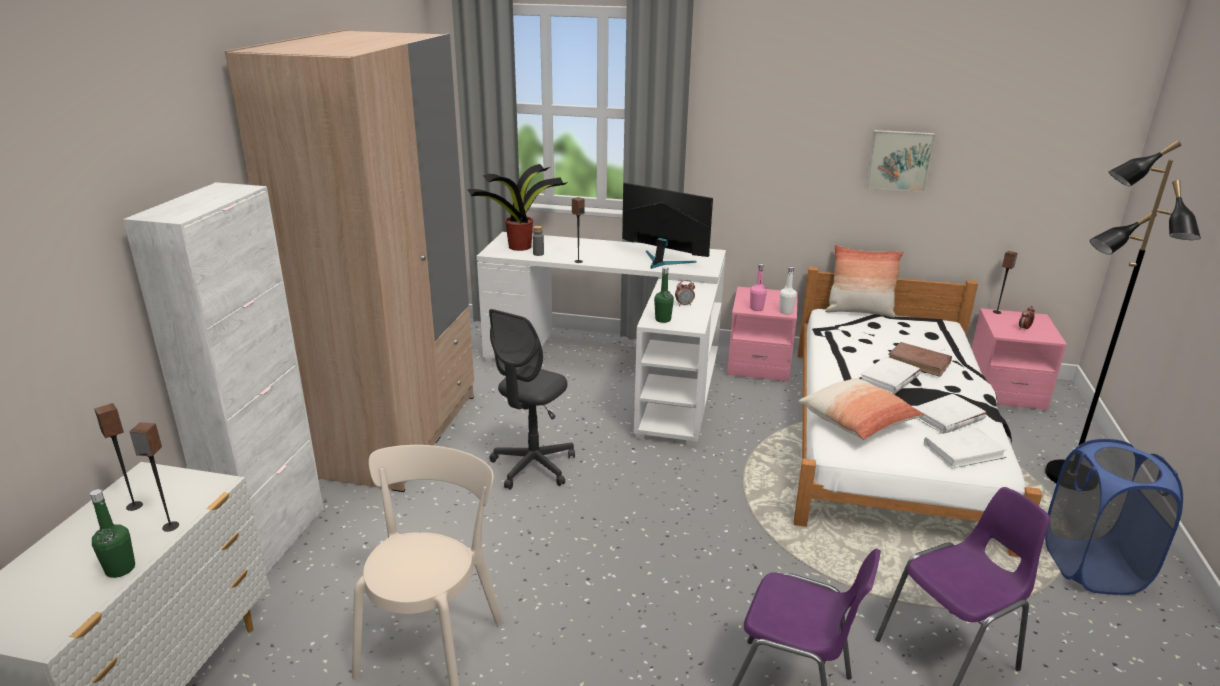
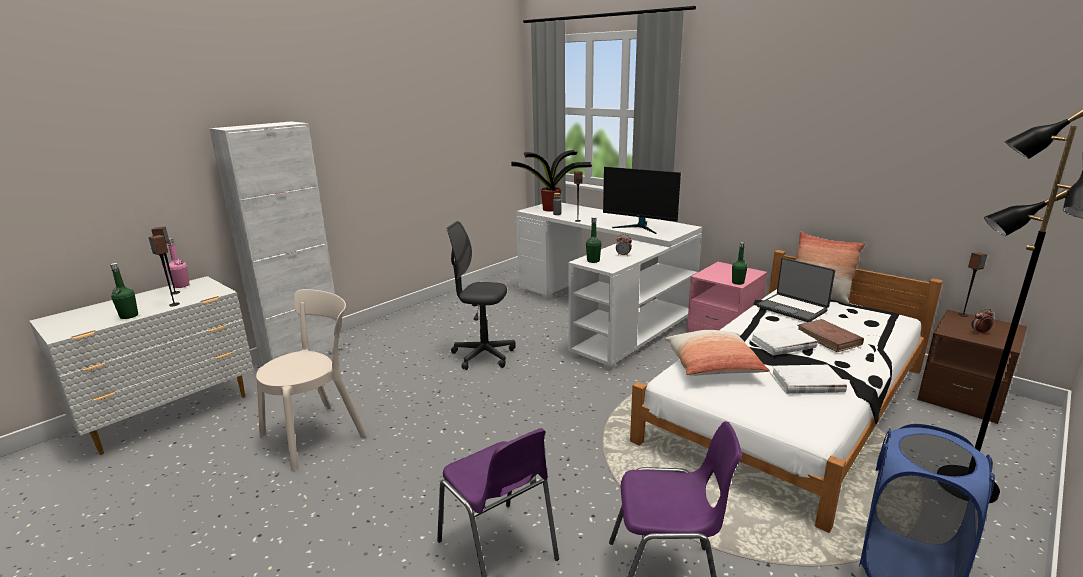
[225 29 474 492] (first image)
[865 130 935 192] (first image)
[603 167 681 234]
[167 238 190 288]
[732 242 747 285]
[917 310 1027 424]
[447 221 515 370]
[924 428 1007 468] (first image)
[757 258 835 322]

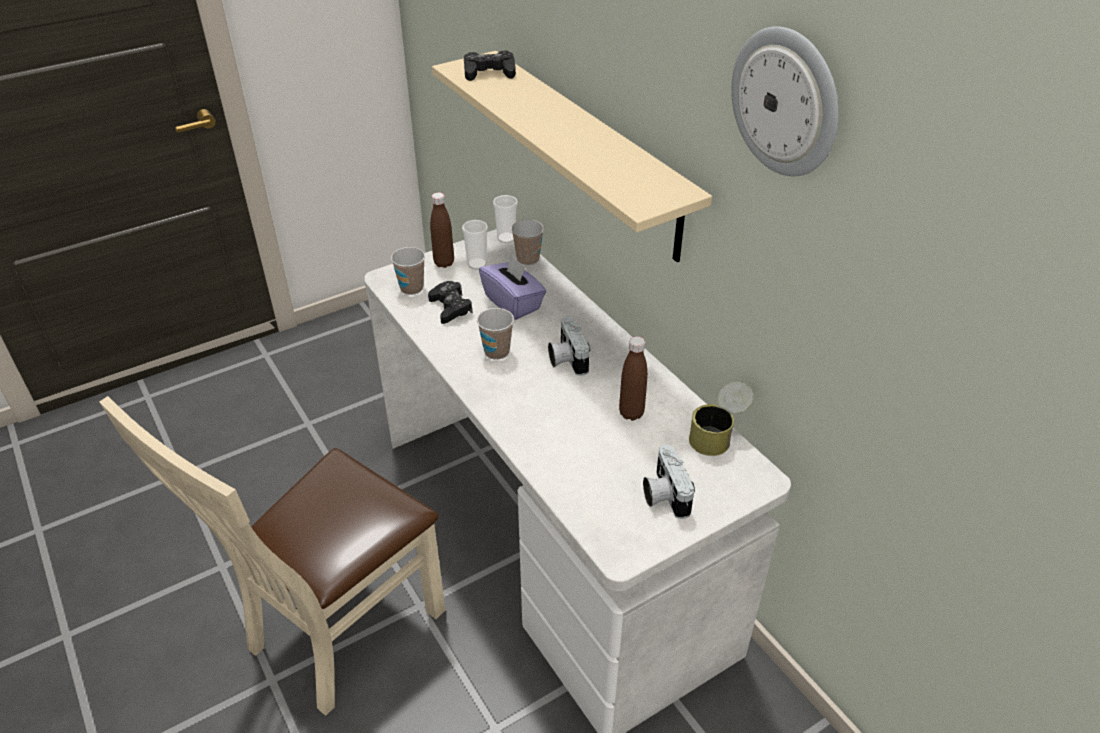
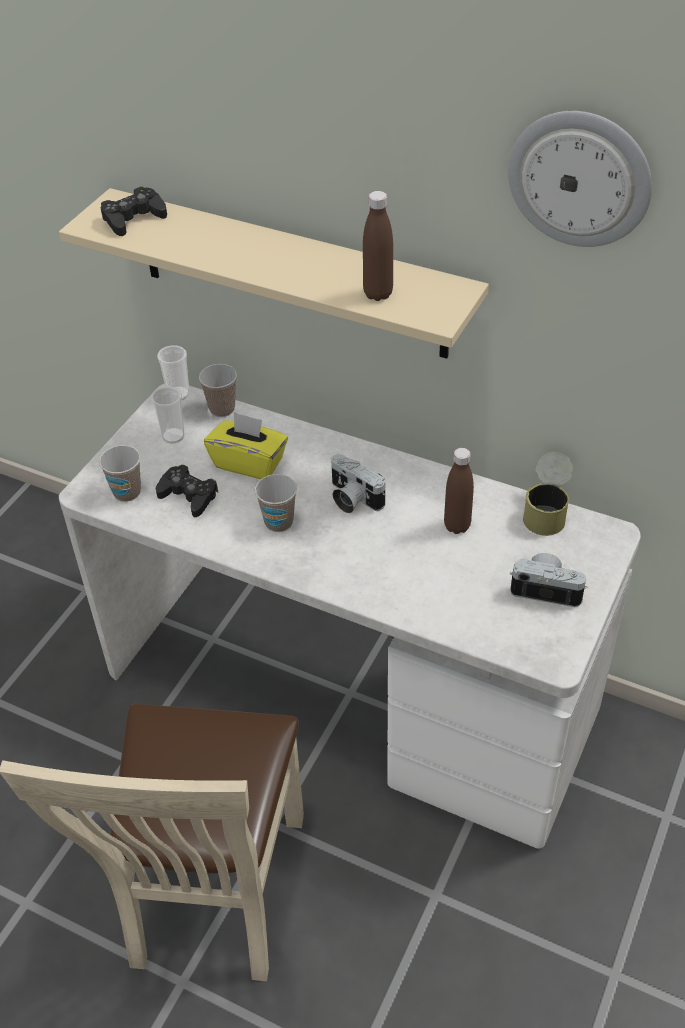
[363 191 393 301]
[204 412 288 479]
[510 553 588 607]

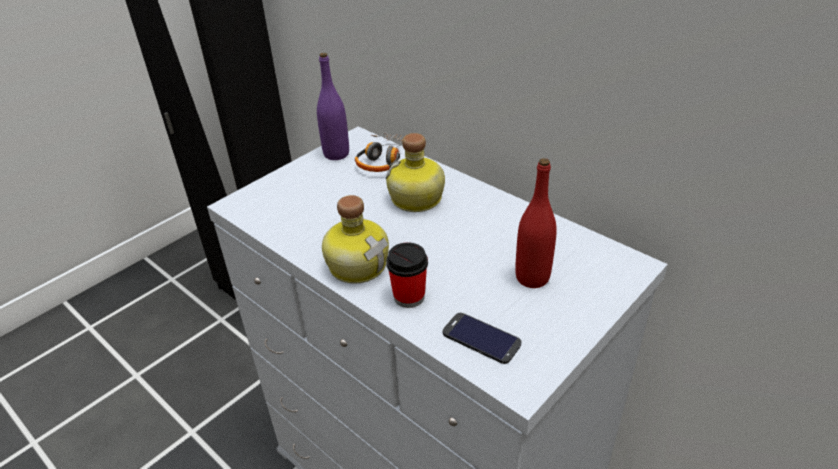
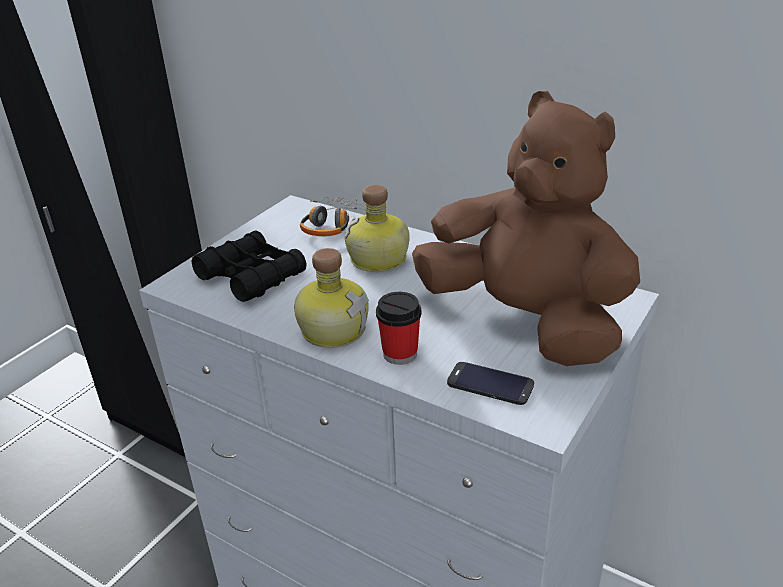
[317 53 349 160] (first image)
[412 91 640 366]
[191 230 307 302]

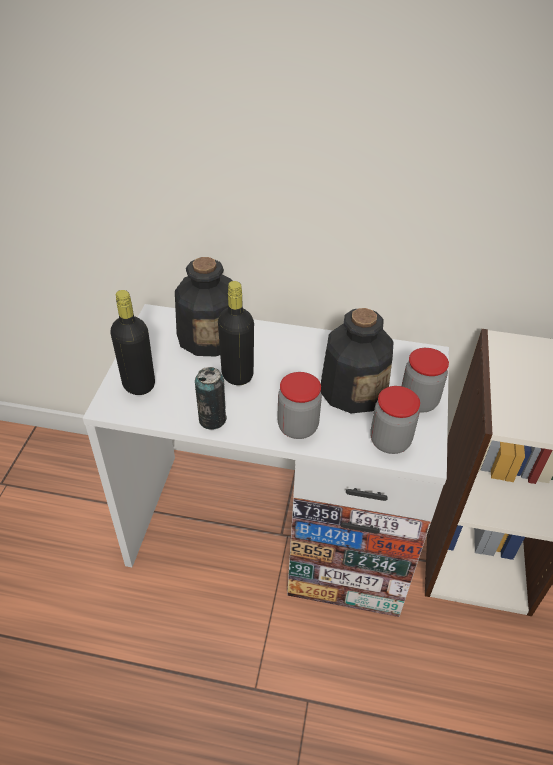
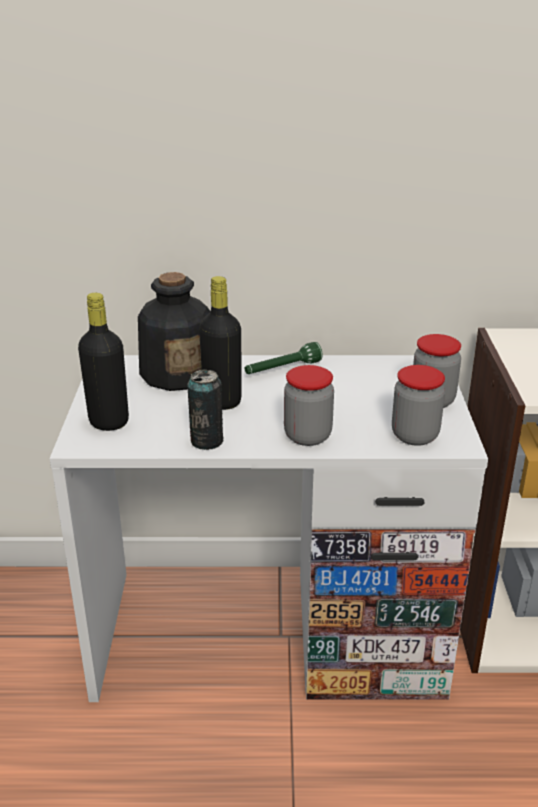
[321 308 393 414] (first image)
[245 342 323 374]

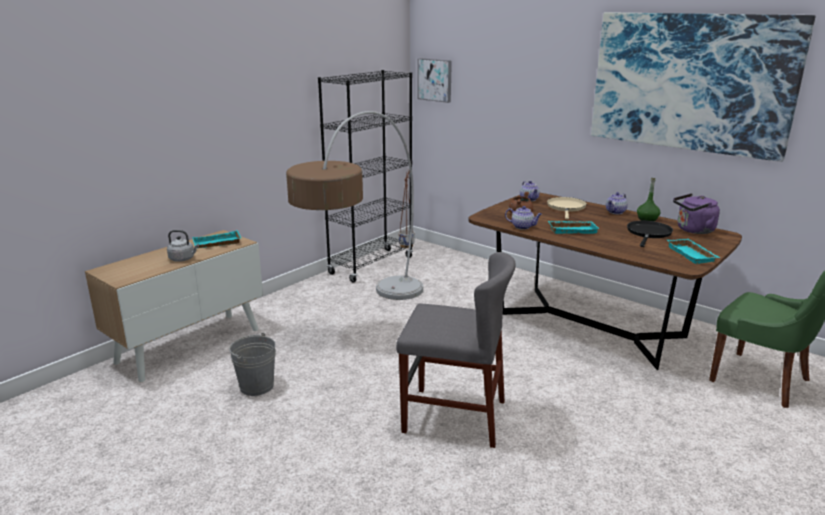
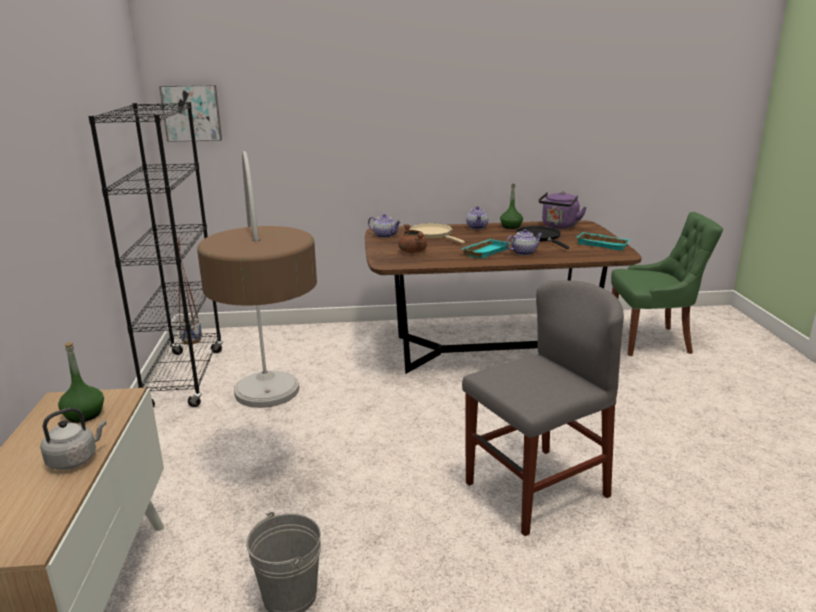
[591 12 816 162] (first image)
[506 229 543 255]
[58 342 104 423]

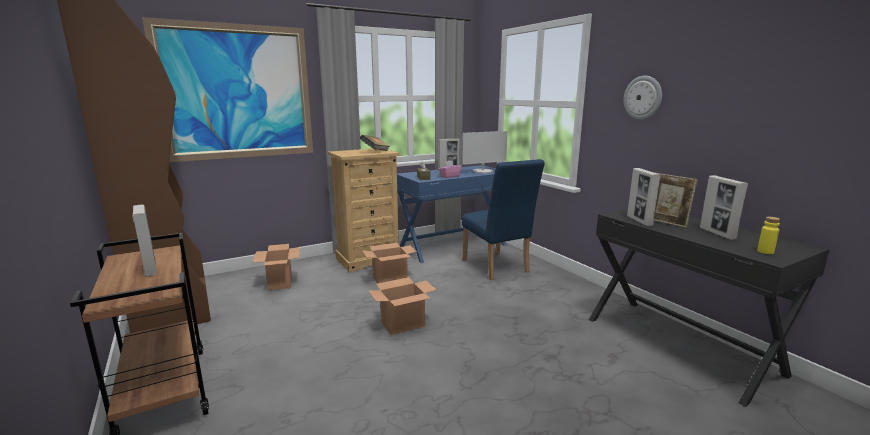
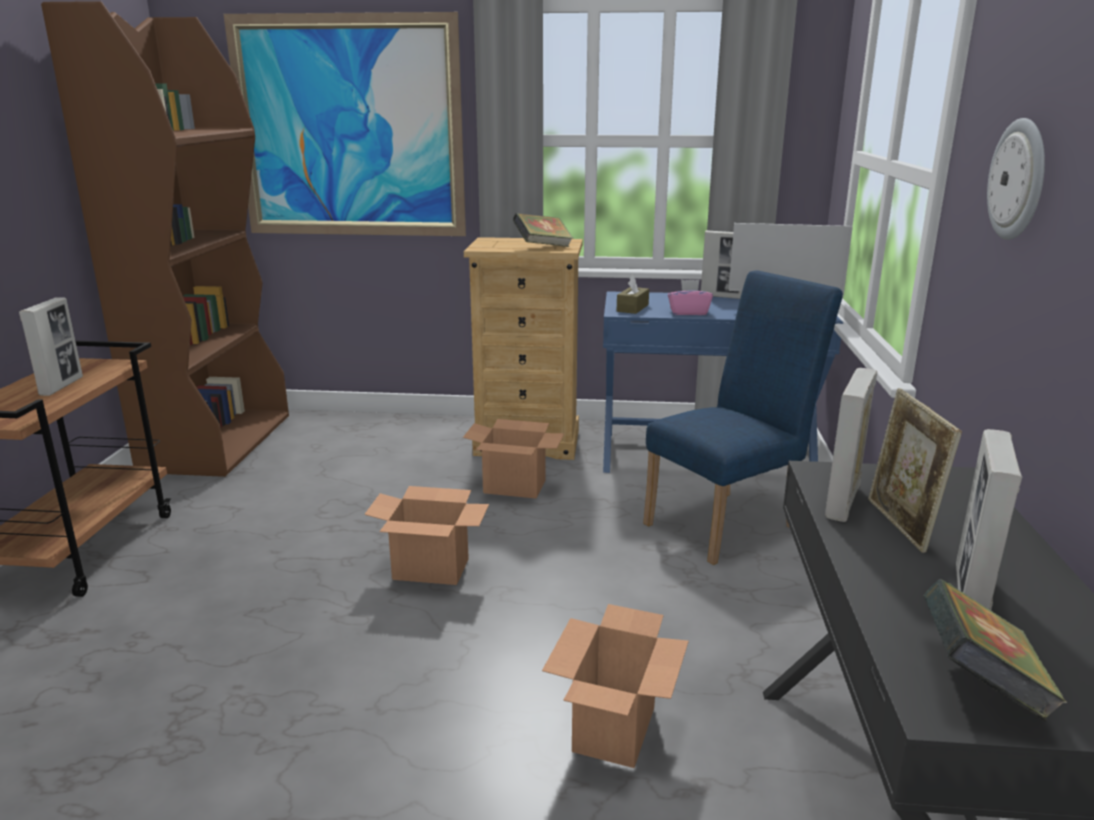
[643 271 843 565]
[924 579 1067 722]
[542 604 689 768]

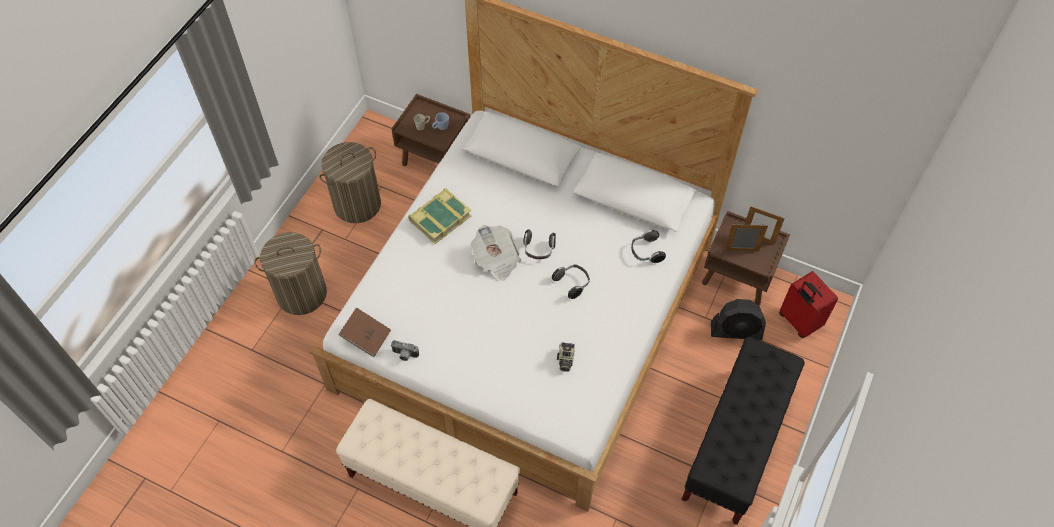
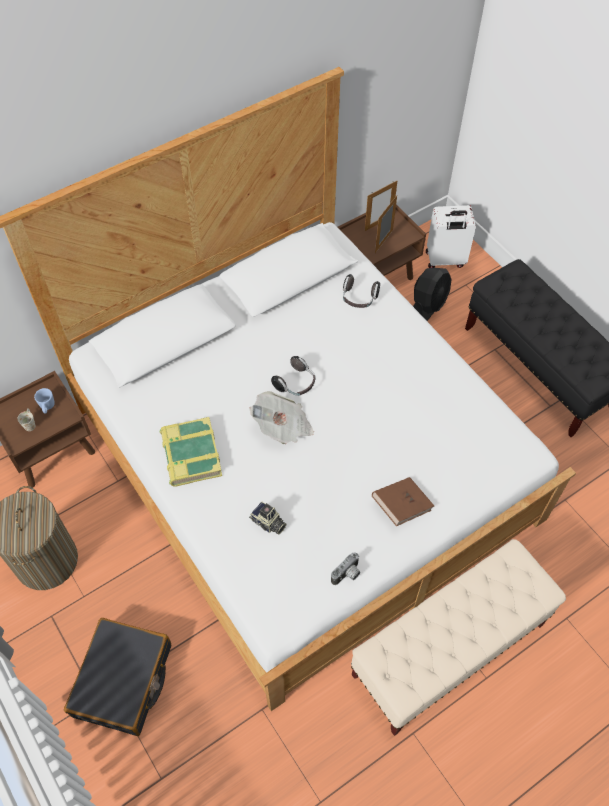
[64 618 171 736]
[552 264 590 299] (first image)
[426 205 476 268]
[372 477 434 526]
[249 501 286 535]

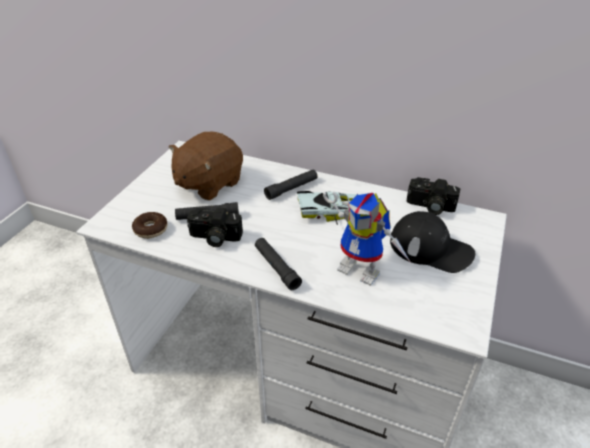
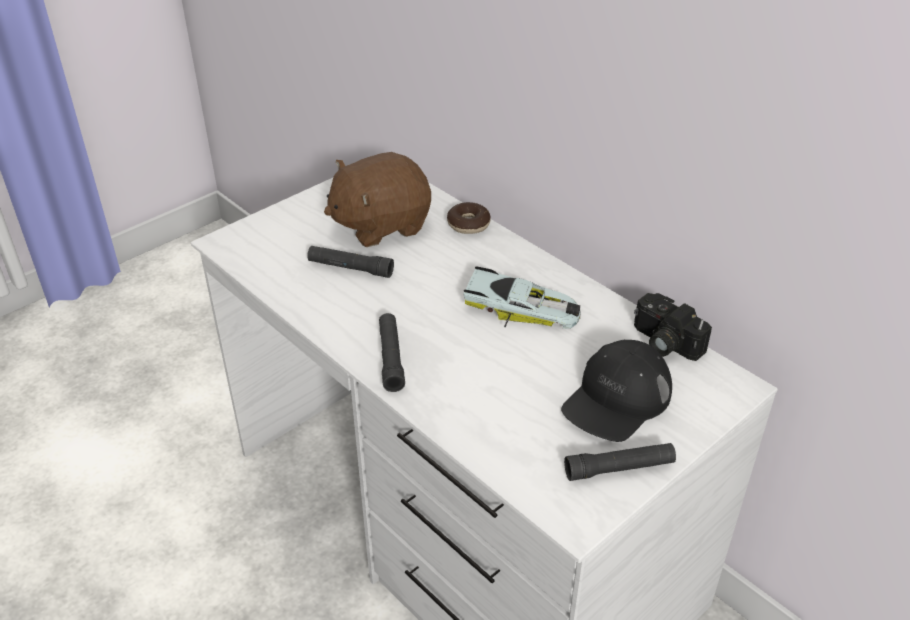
[564 443 676 481]
[323 191 411 286] (first image)
[187 207 243 247] (first image)
[561 340 672 442]
[447 202 491 234]

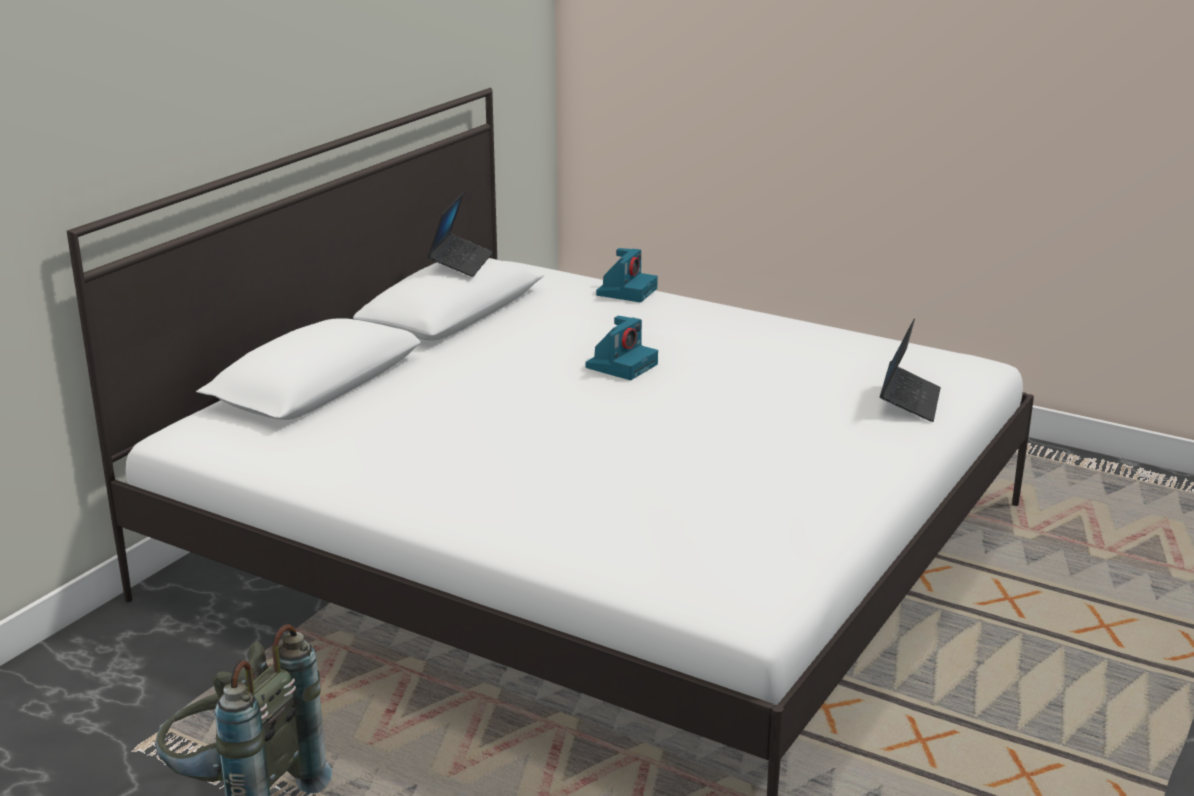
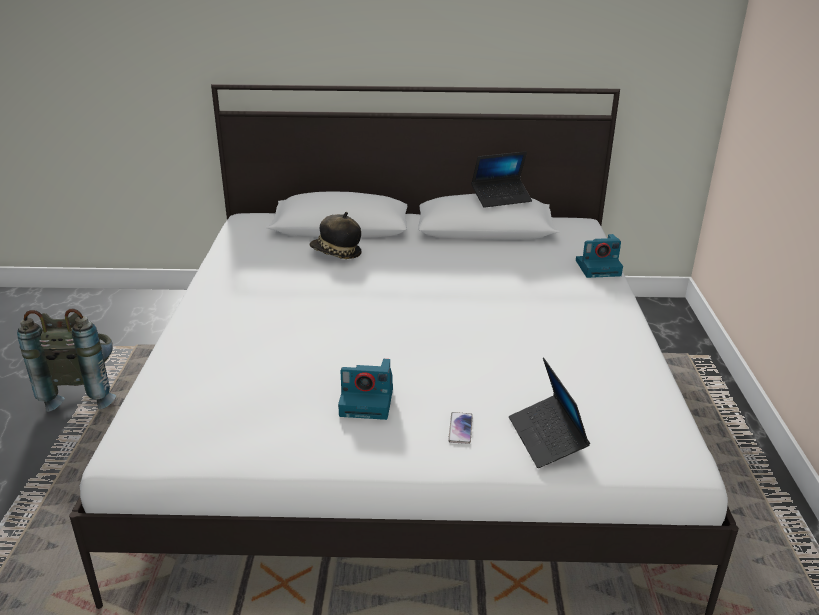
[338 359 393 420]
[509 357 590 468]
[309 212 362 259]
[448 412 473 444]

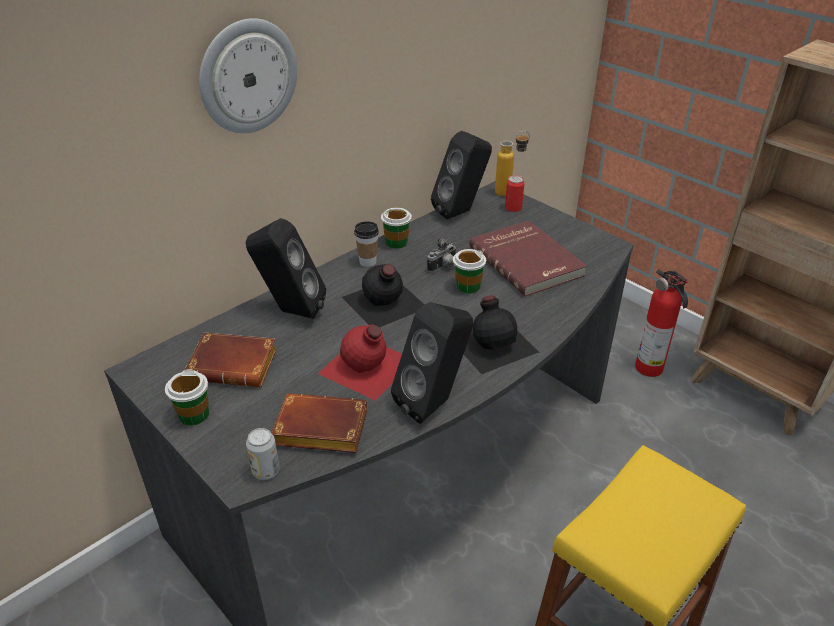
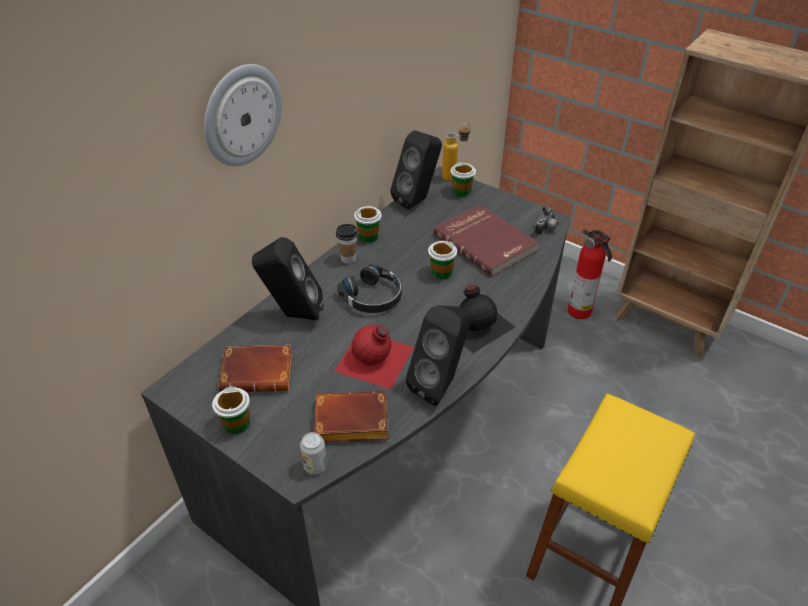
[451 162 476 197]
[535 205 558 236]
[337 264 402 313]

